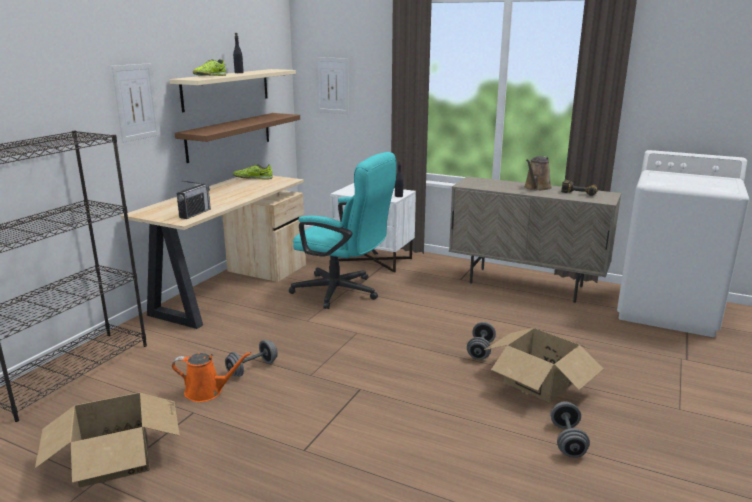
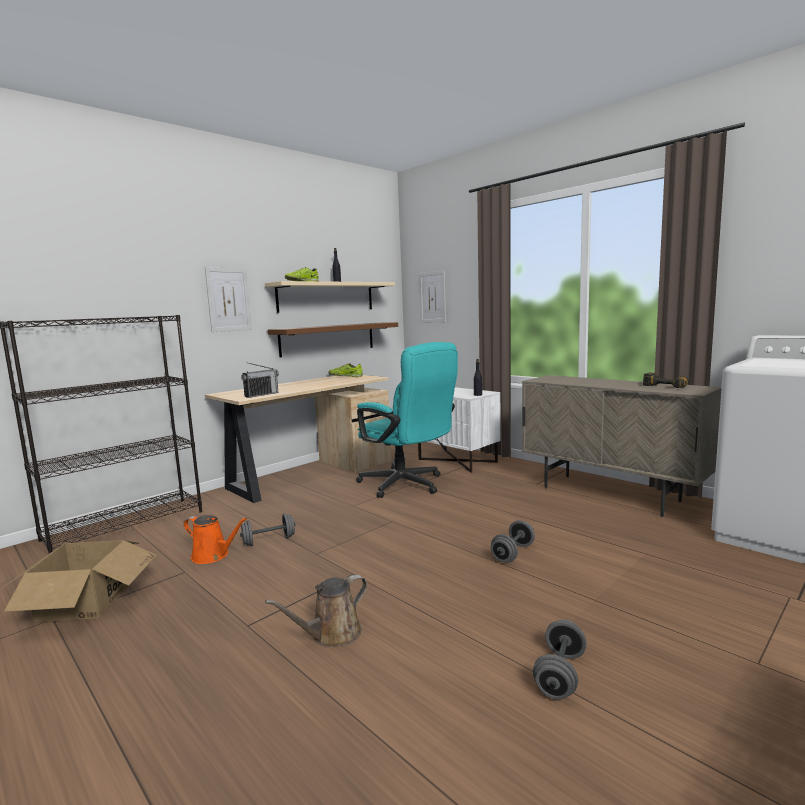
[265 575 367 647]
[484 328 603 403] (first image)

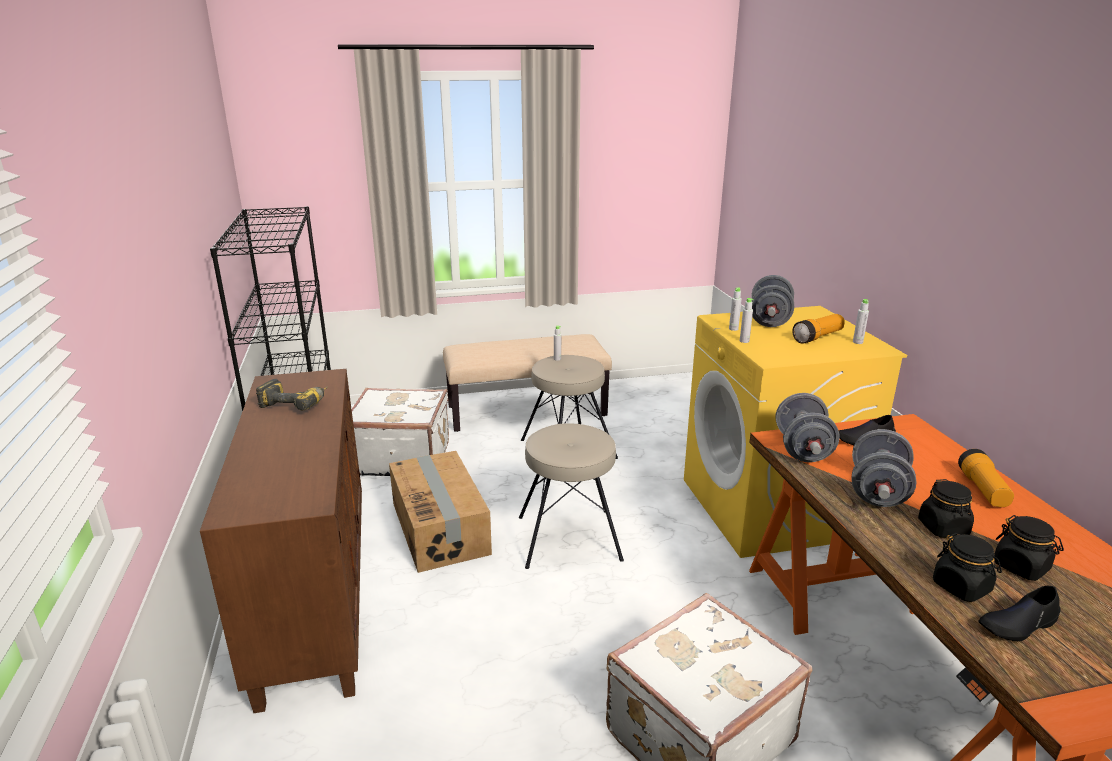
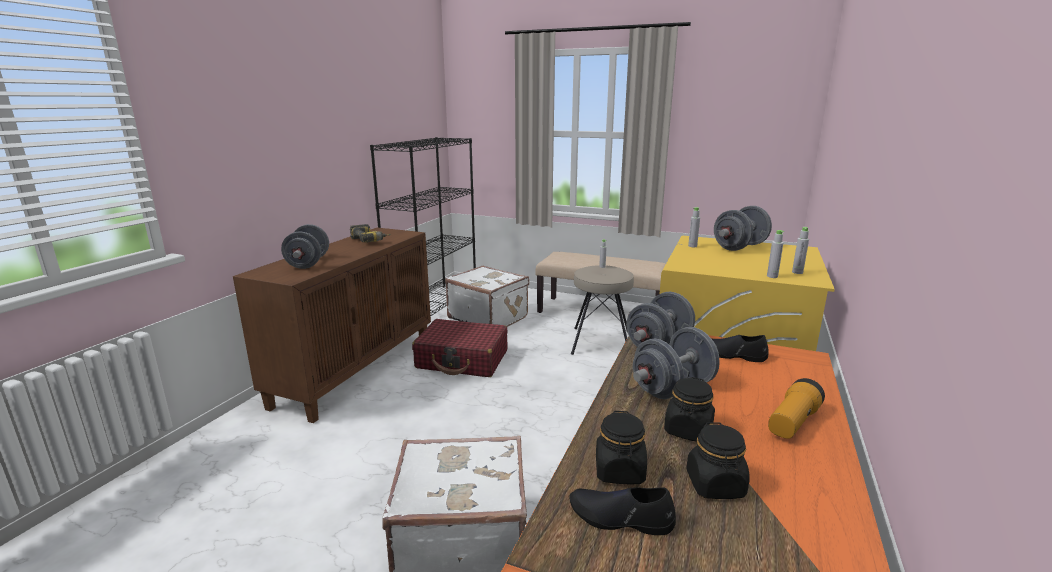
[767 230 784 278]
[792 314 845 344] (first image)
[519 423 624 569] (first image)
[412 319 508 377]
[281 224 329 269]

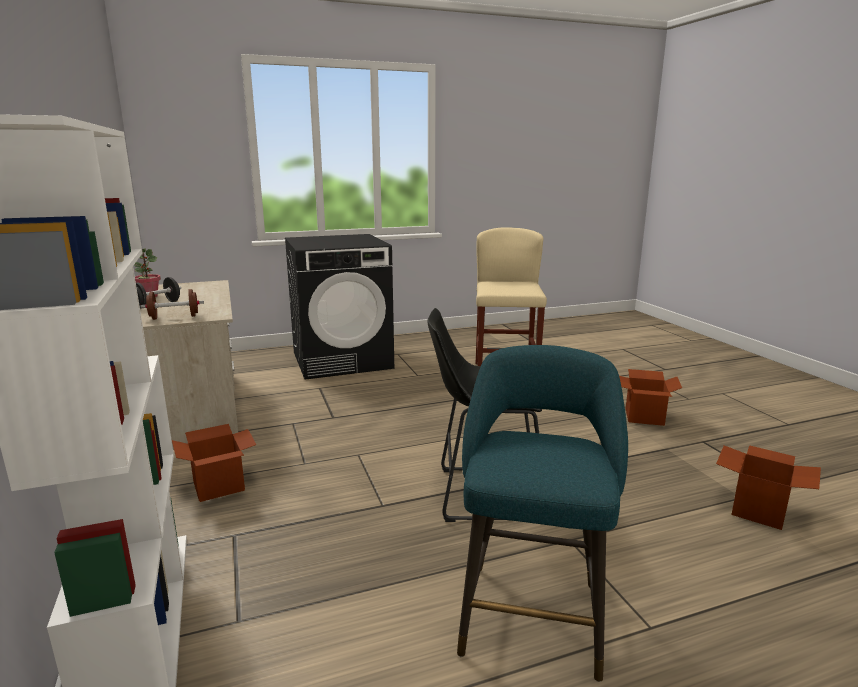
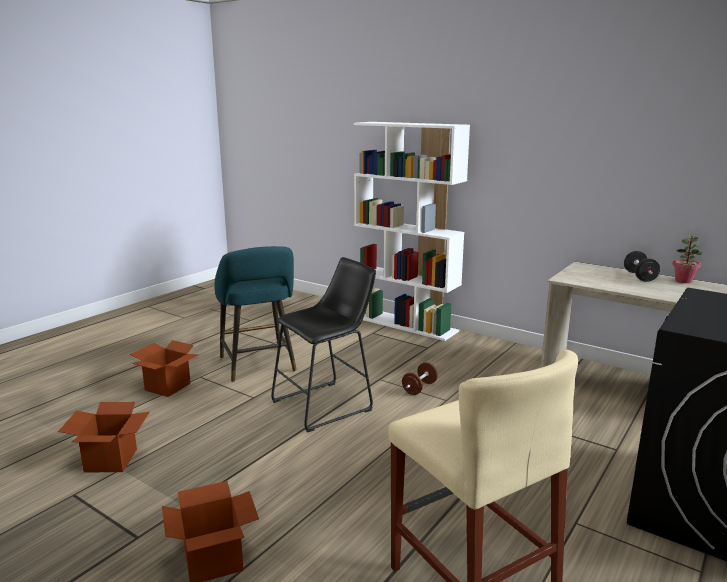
[402 362 438 395]
[130 340 199 397]

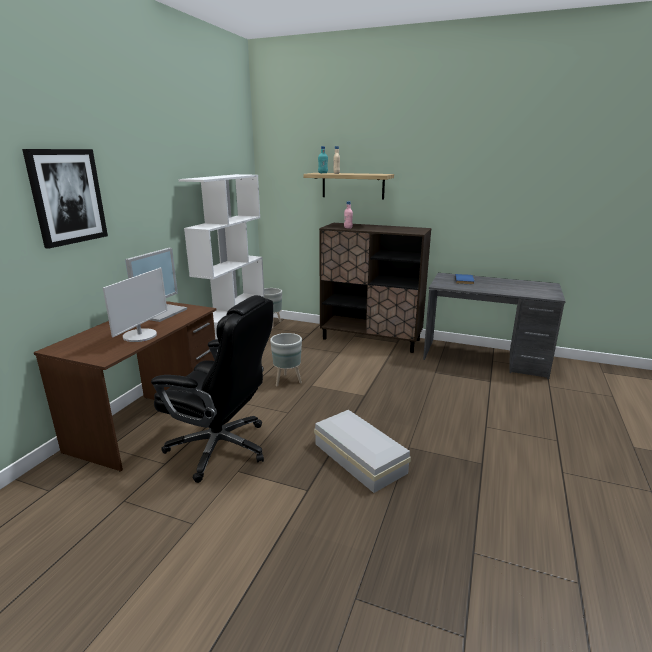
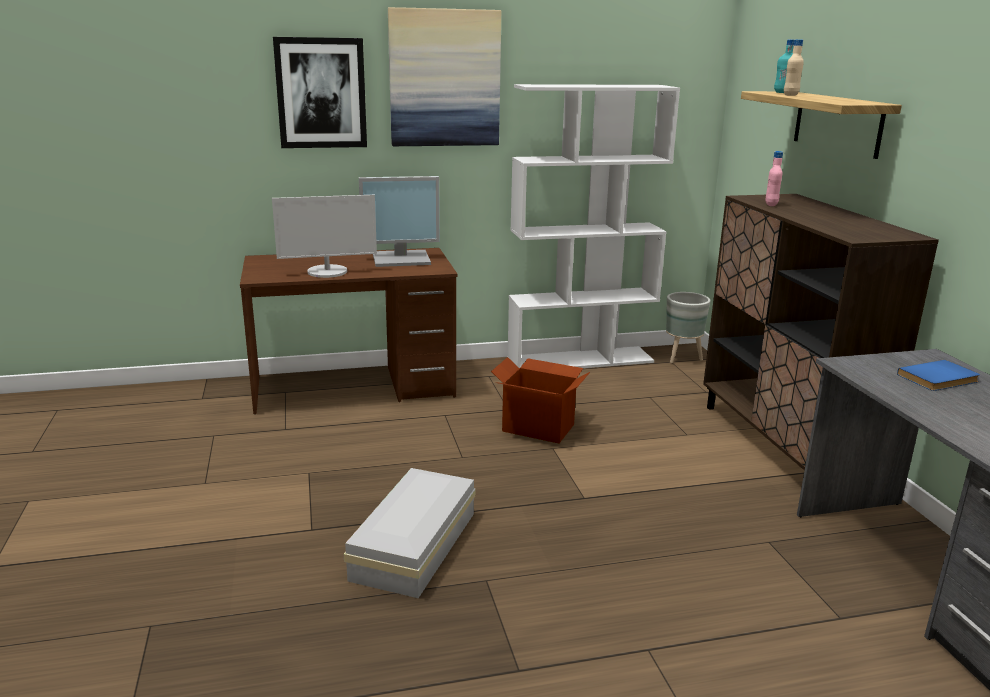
[151 295 273 483] (first image)
[491 357 590 444]
[388 7 501 146]

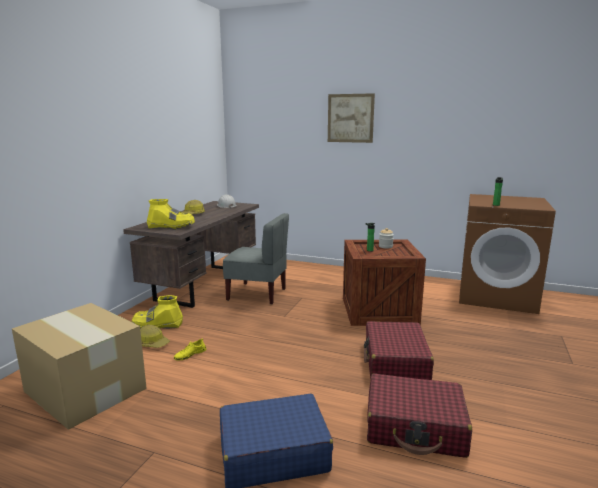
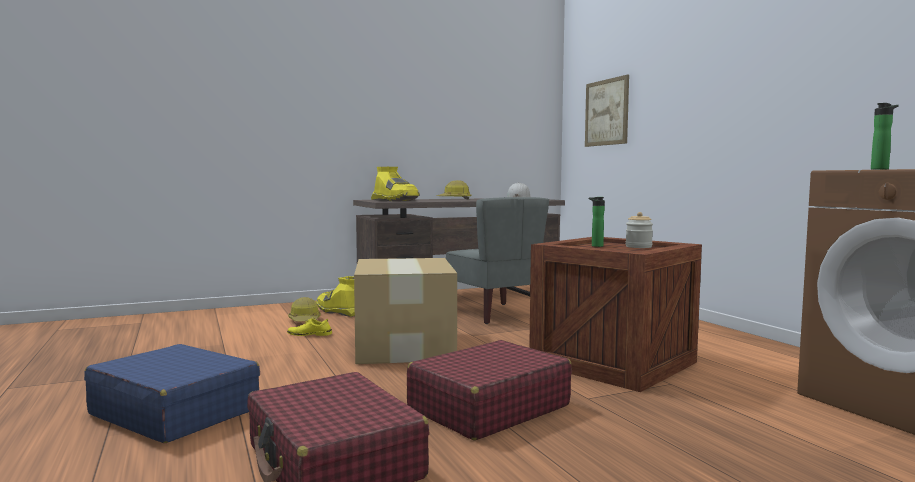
[585 75 629 147]
[354 258 457 364]

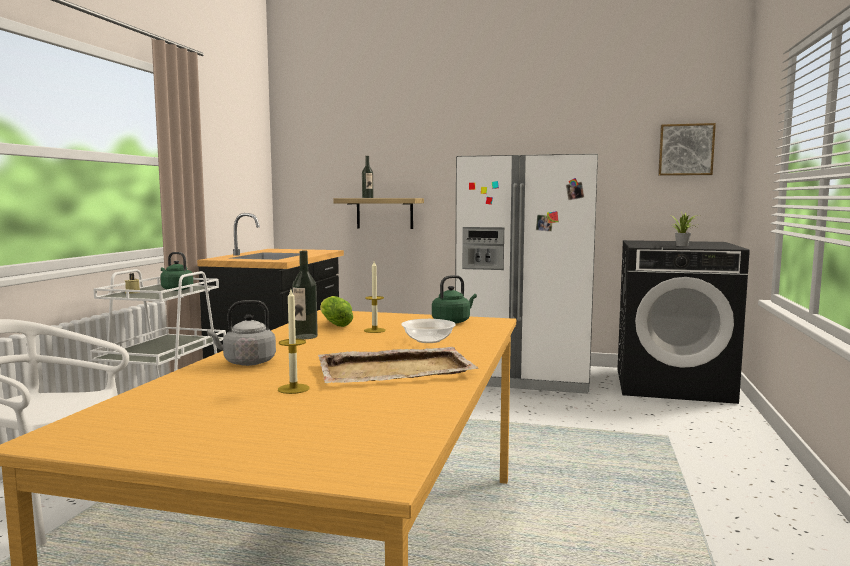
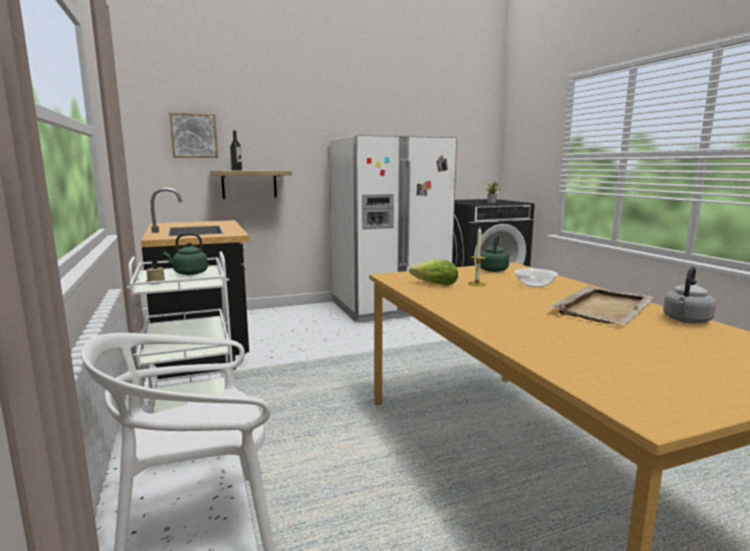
[169 112 218 158]
[292 250 318 339] (first image)
[278 290 309 394] (first image)
[663 266 716 324]

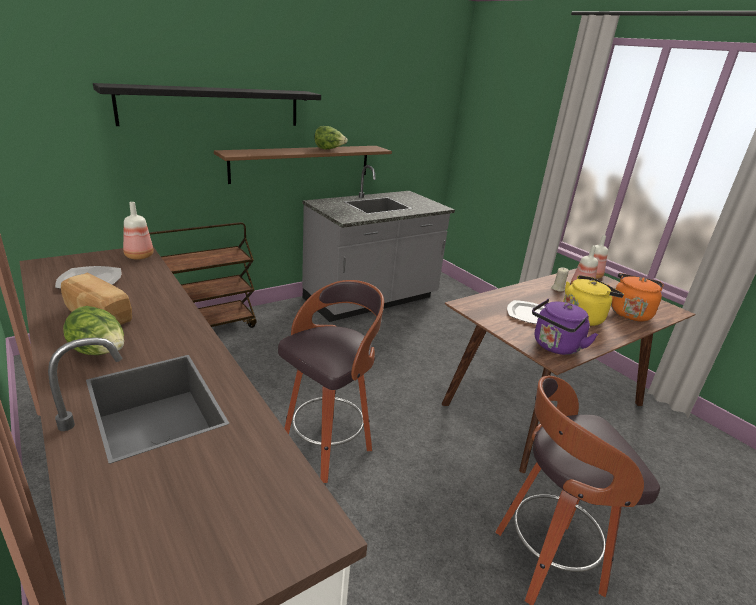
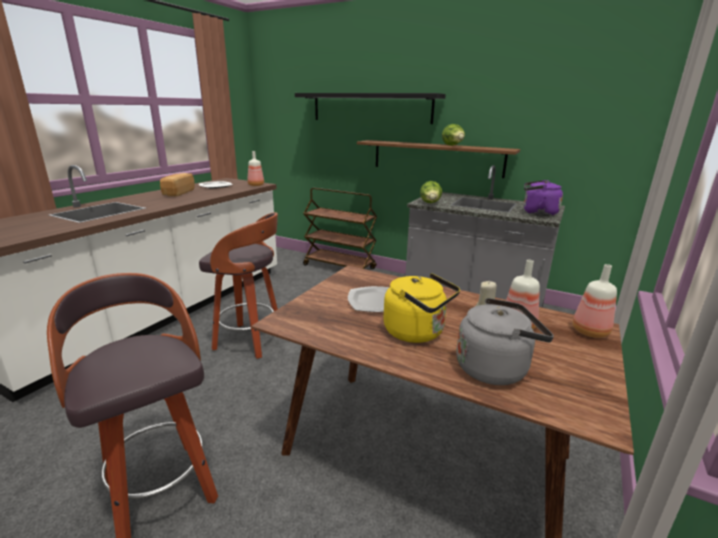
[456 298 554 385]
[524 180 563 216]
[420 181 442 203]

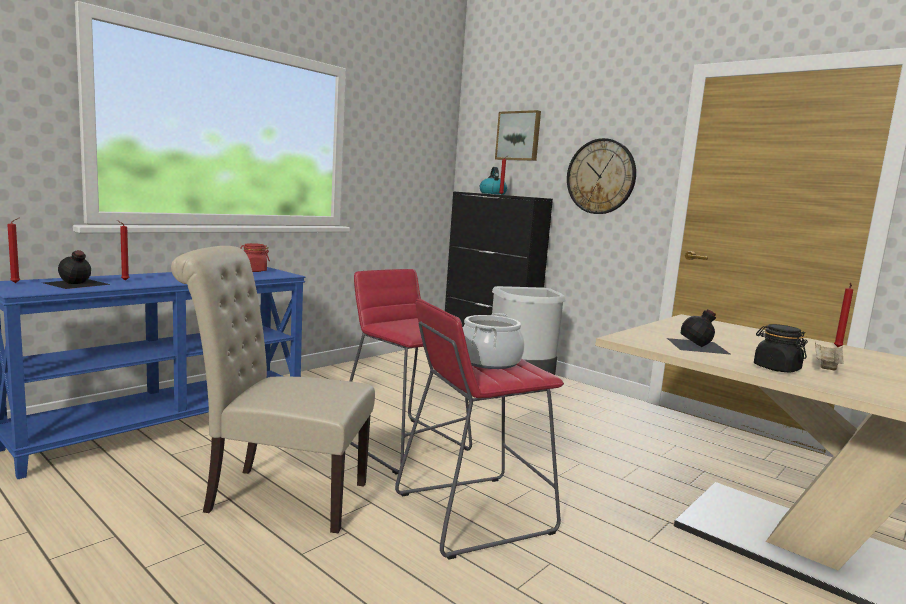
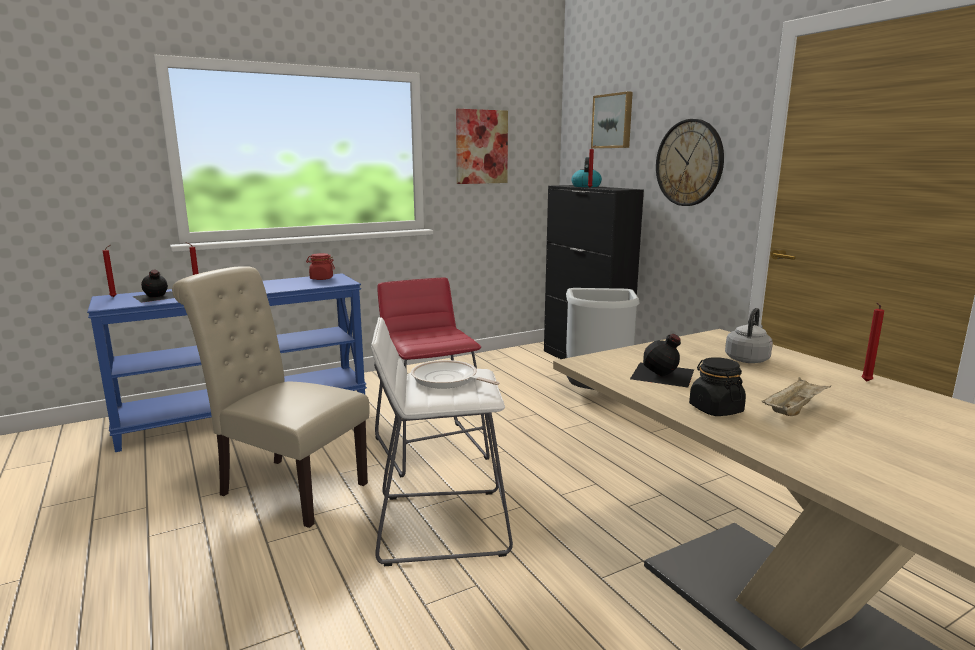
[371 317 513 566]
[411 360 500 389]
[456 109 508 184]
[725 308 773 363]

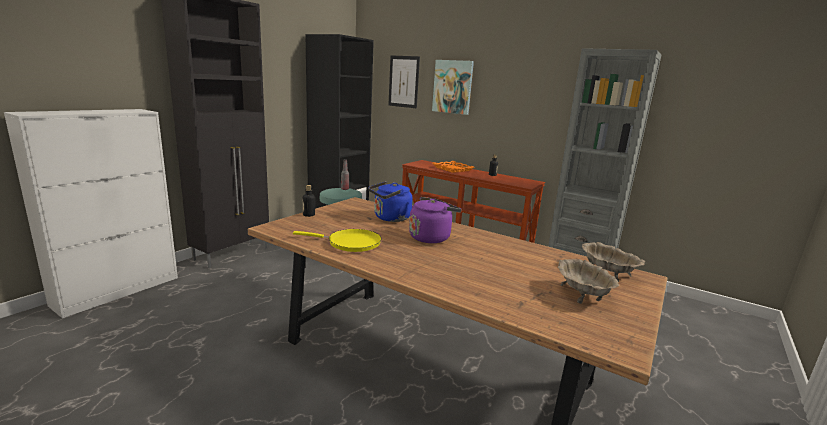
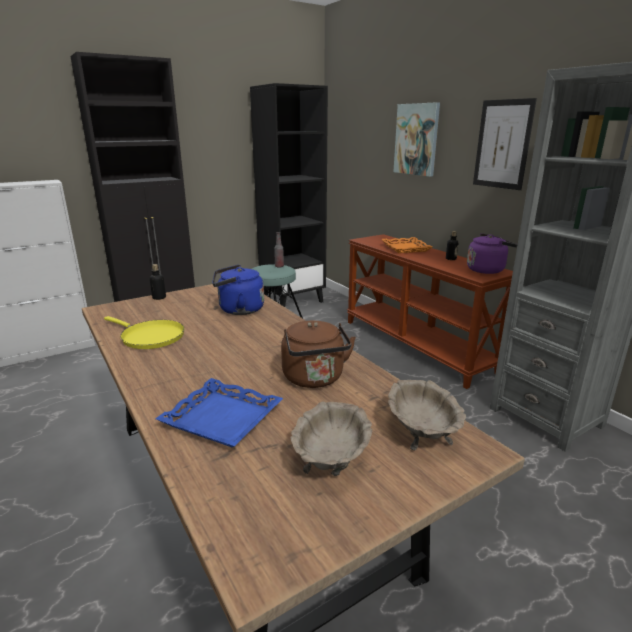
[473 98 537 190]
[467 233 518 274]
[281 321 356 388]
[155 378 283 447]

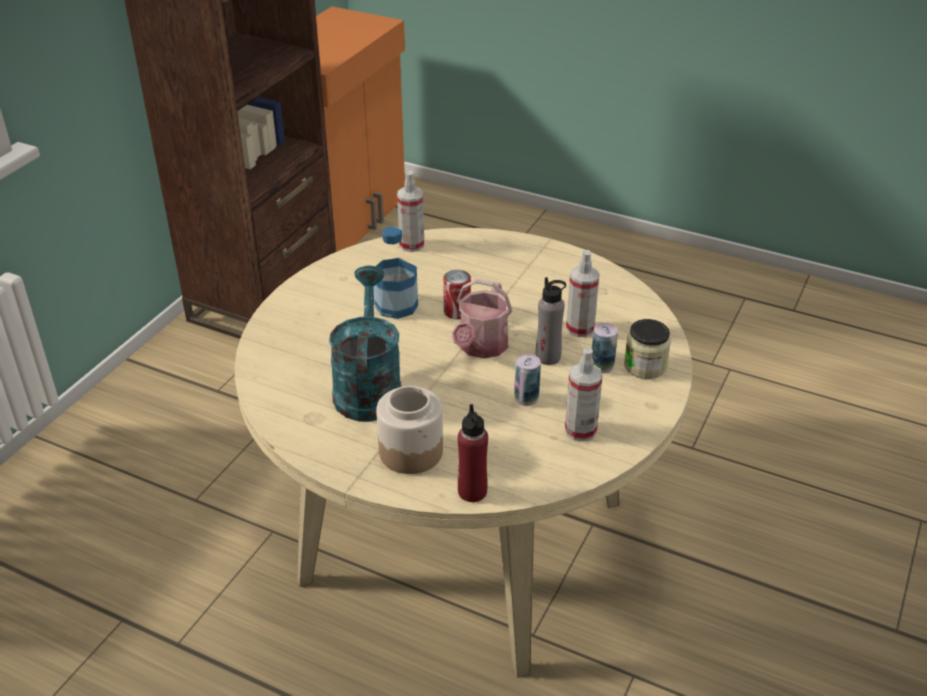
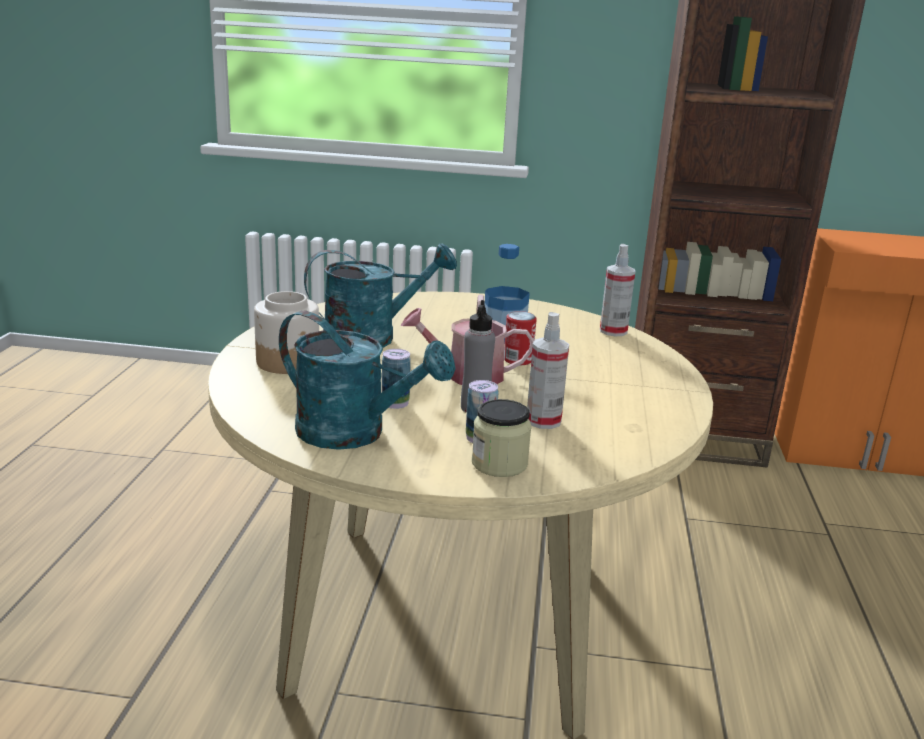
[279 311 455 450]
[458 404 488 502] (first image)

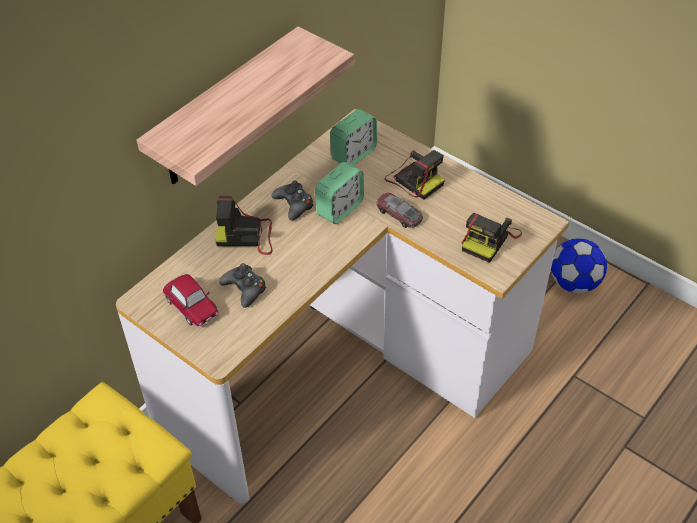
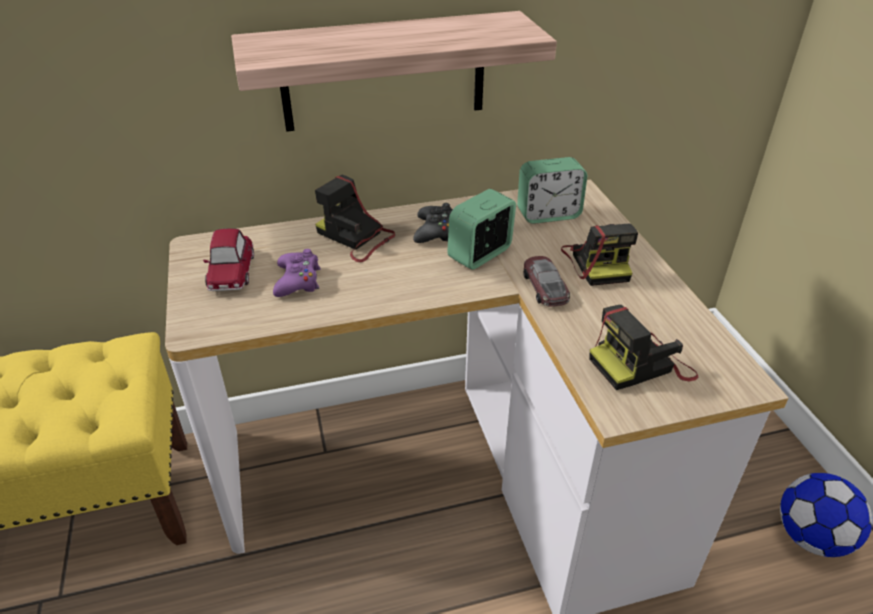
[447 189 516 270]
[273 249 321 297]

